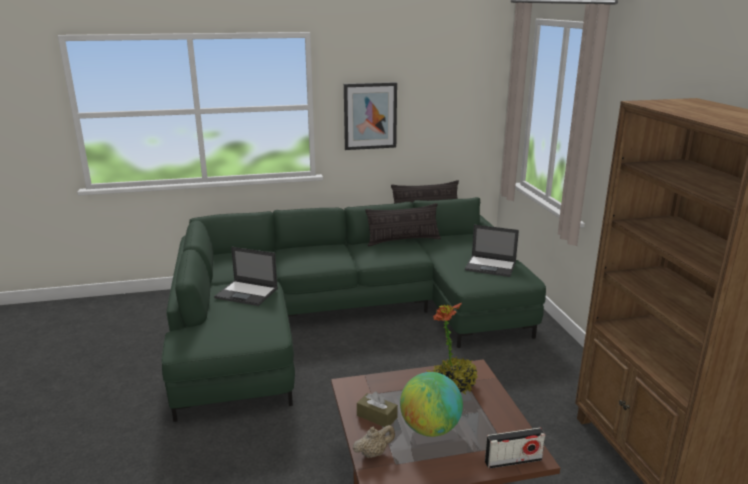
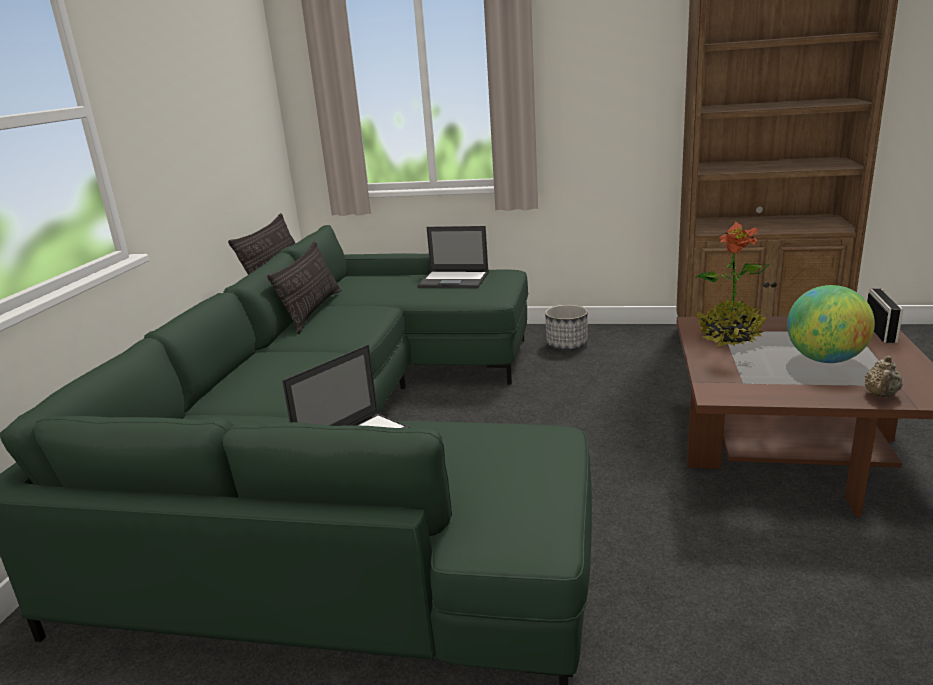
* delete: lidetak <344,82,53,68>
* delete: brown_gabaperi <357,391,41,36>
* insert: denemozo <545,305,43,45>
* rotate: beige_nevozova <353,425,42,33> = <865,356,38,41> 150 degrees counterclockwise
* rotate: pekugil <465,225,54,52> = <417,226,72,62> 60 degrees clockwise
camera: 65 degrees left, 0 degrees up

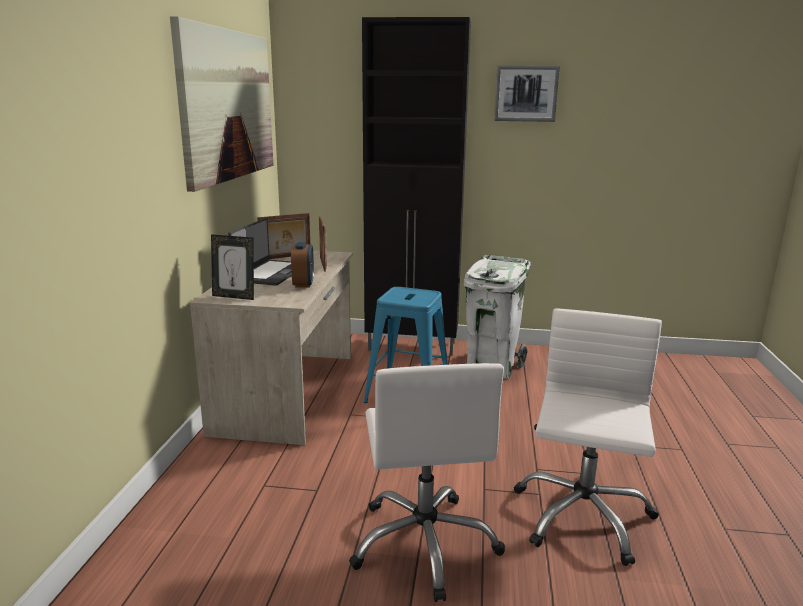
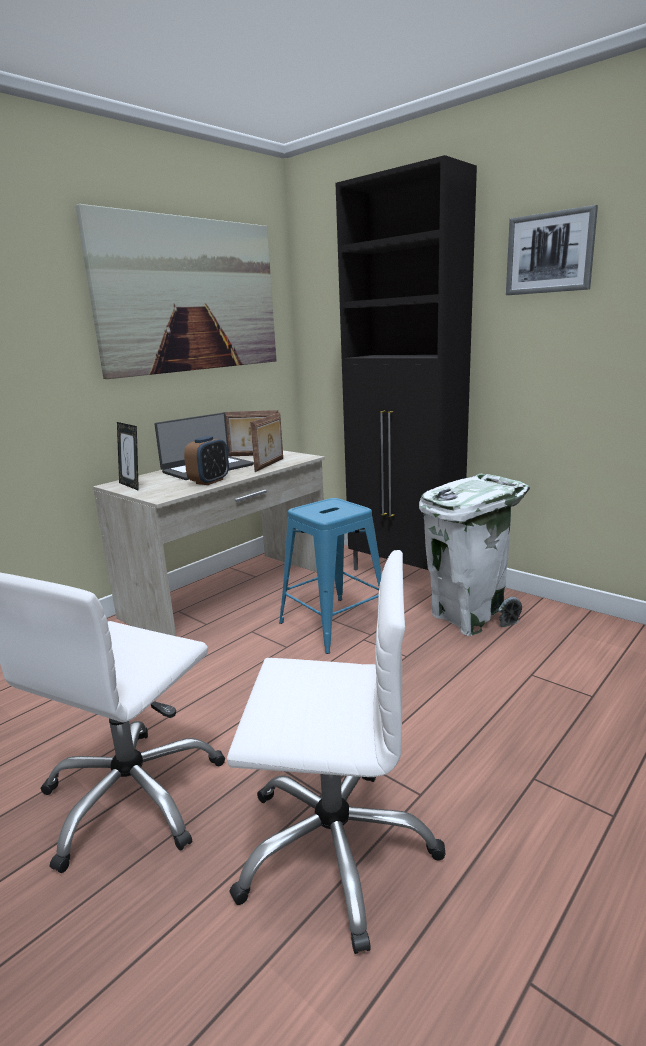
* rotate: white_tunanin <514,308,148,258> = <227,550,219,404> 45 degrees clockwise
camera: 35 degrees right, 0 degrees up

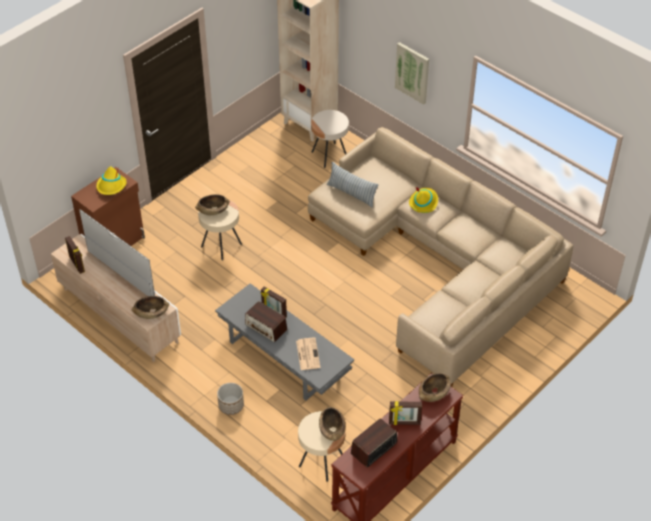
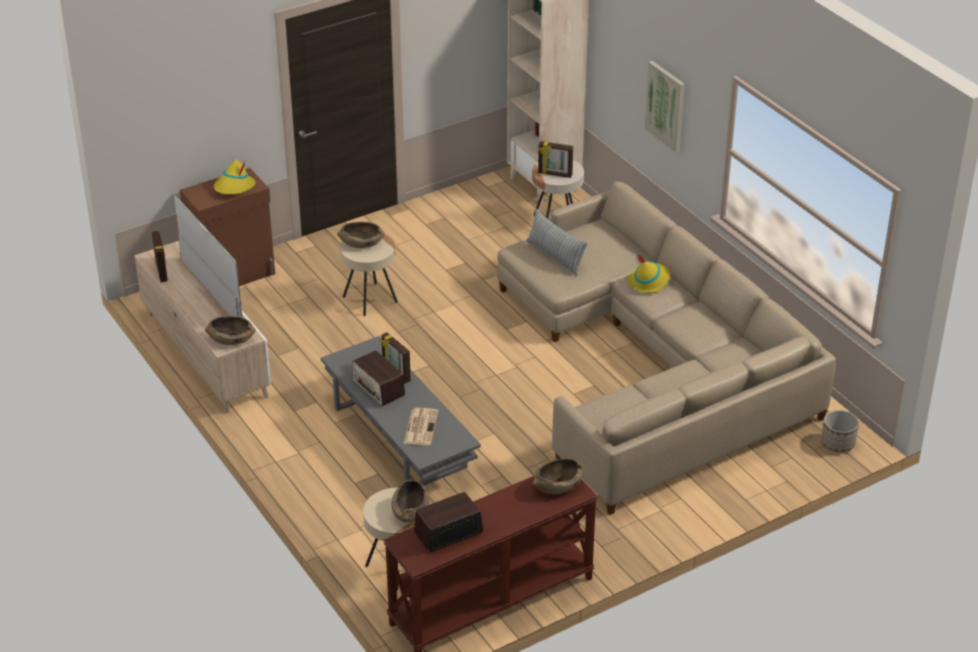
* move: denemozo <217,383,27,32> to <821,410,38,42>
* move: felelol <389,401,33,24> to <538,141,35,37>
camera: 15 degrees right, 10 degrees down

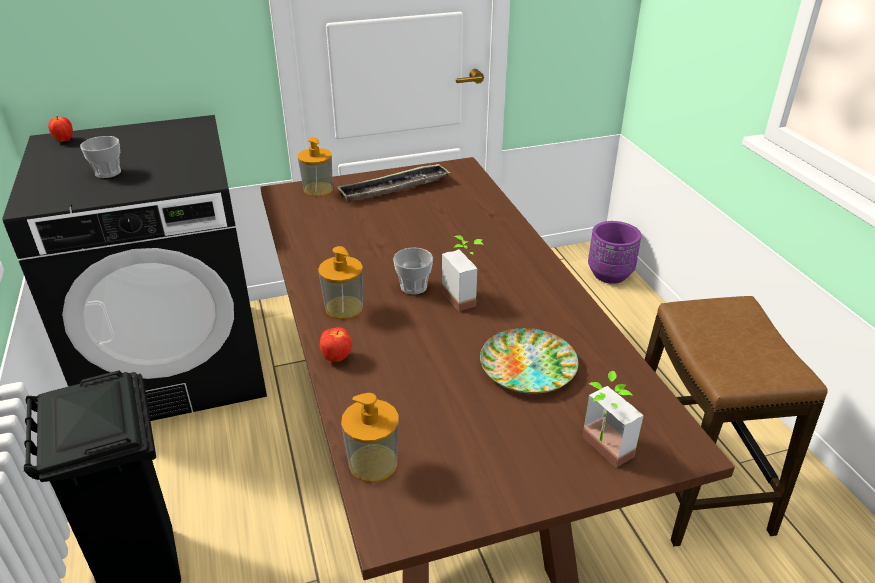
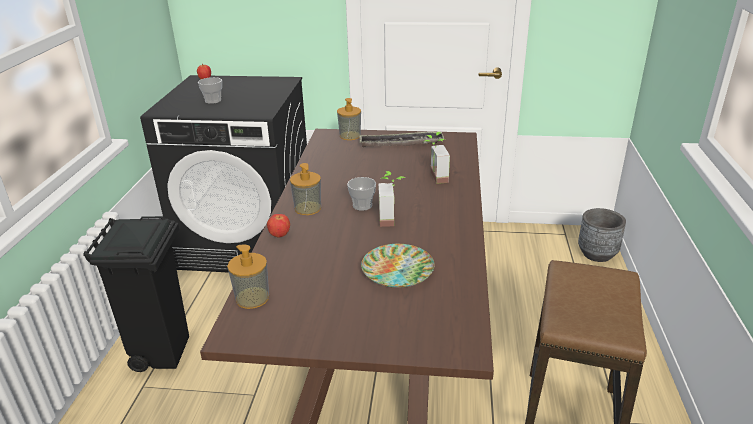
* move: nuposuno <582,371,62,96> to <425,132,25,52>
* recolor: purple_denemozo <588,221,53,63> to grey_denemozo <578,208,48,54>
camera: 25 degrees right, 5 degrees down

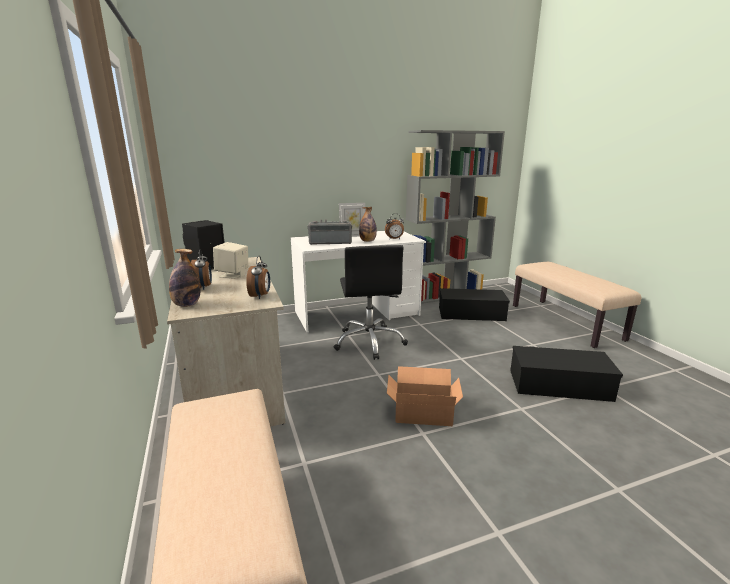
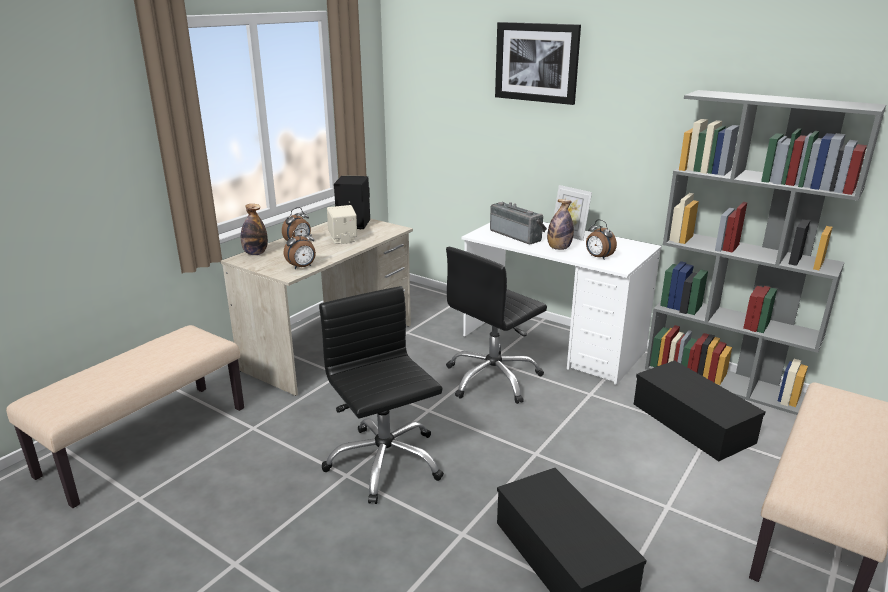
* insert: lidetak <495,22,86,83>
* replace: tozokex <387,366,76,60> to black_tunanin <319,286,125,218>
camera: 55 degrees right, 5 degrees up

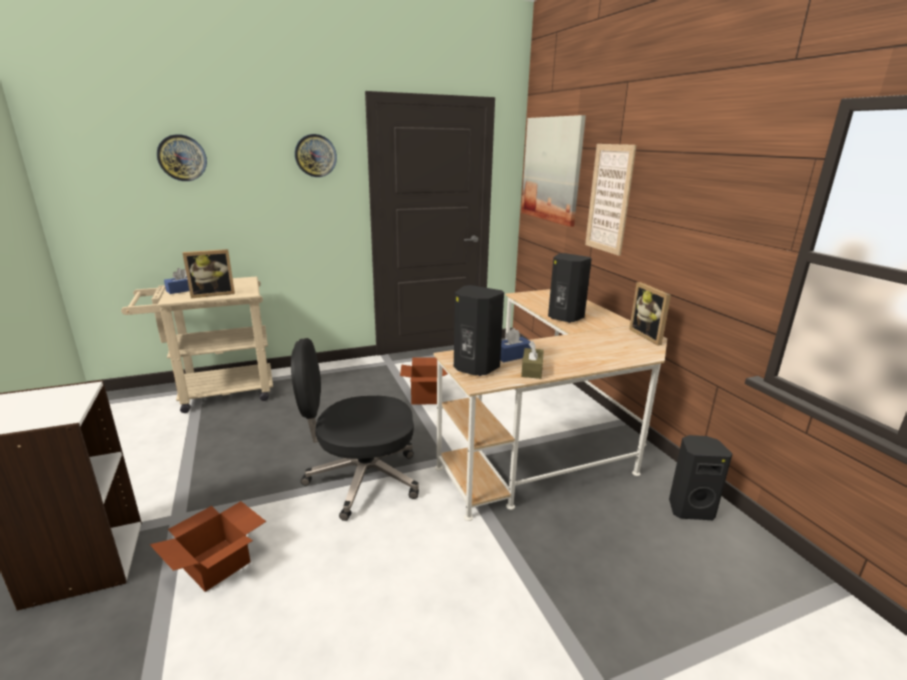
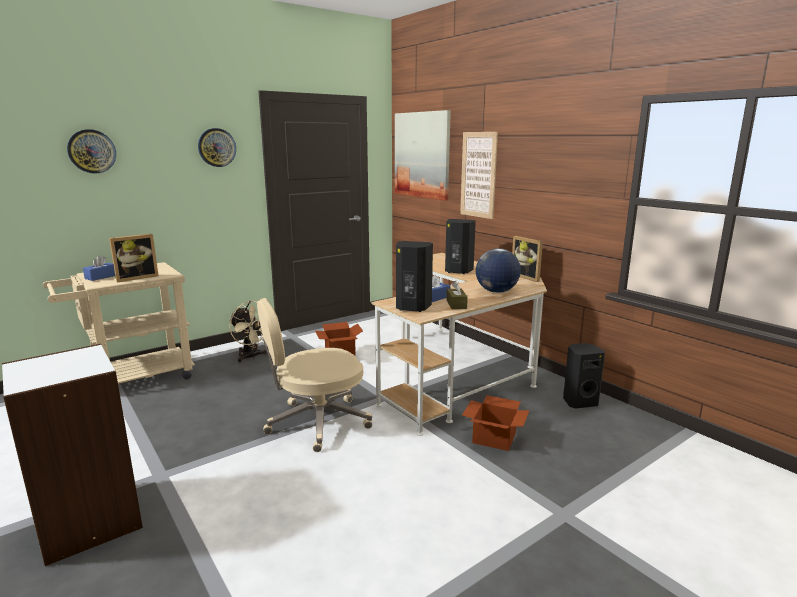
* insert: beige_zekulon <230,301,37,62>
* insert: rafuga <476,248,45,45>
* move: tozokex <150,501,116,91> to <462,395,67,56>
* recolor: black_tunanin <291,338,128,183> to beige_tunanin <257,298,115,154>
camera: 15 degrees left, 5 degrees down

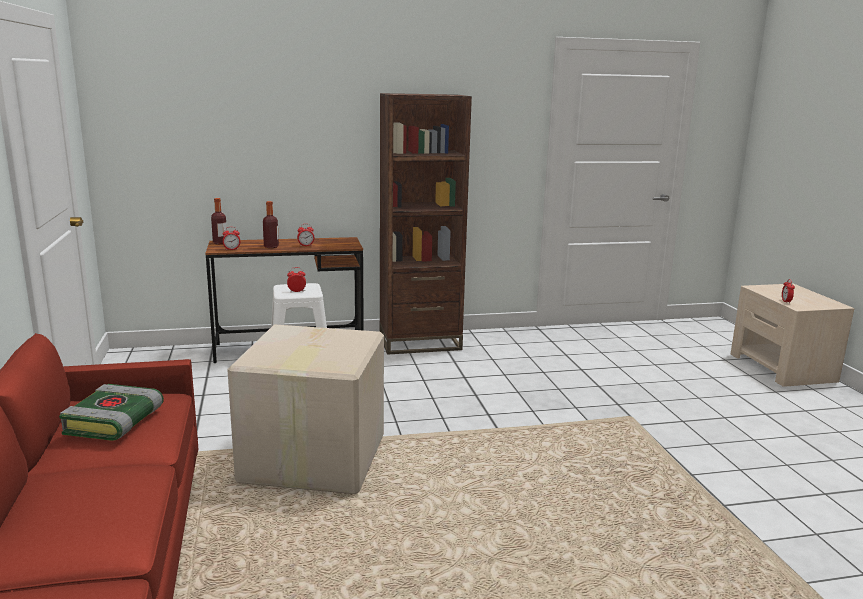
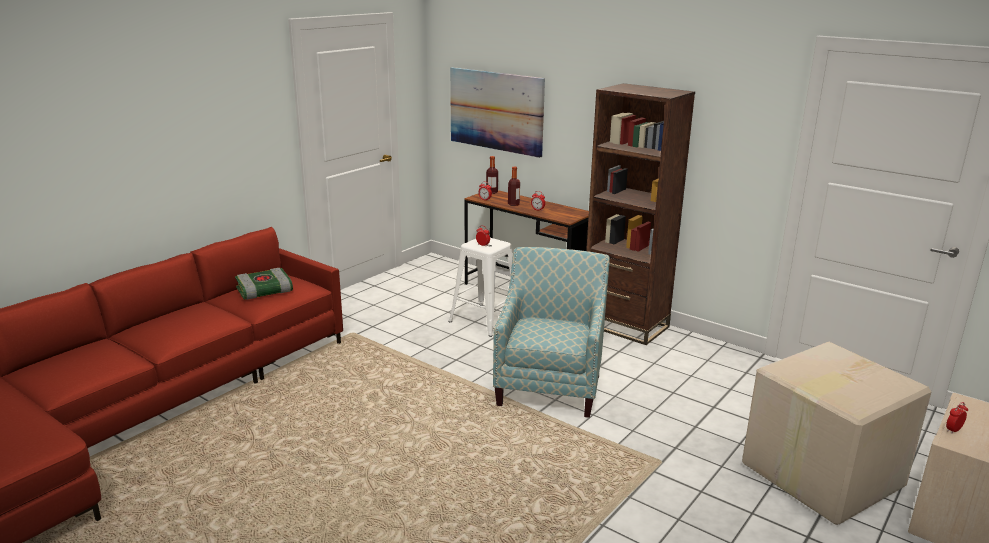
* insert: lidetak <450,67,95,91>
* insert: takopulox <493,247,117,171>
* move: tozokex <227,324,157,170> to <742,342,189,183>
camera: 50 degrees right, 5 degrees up

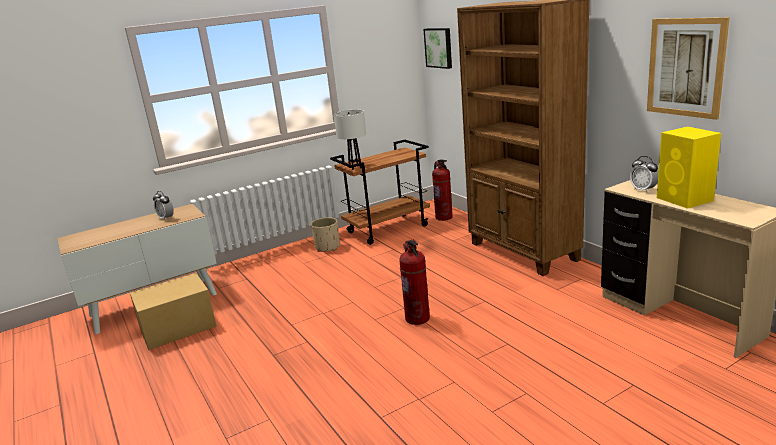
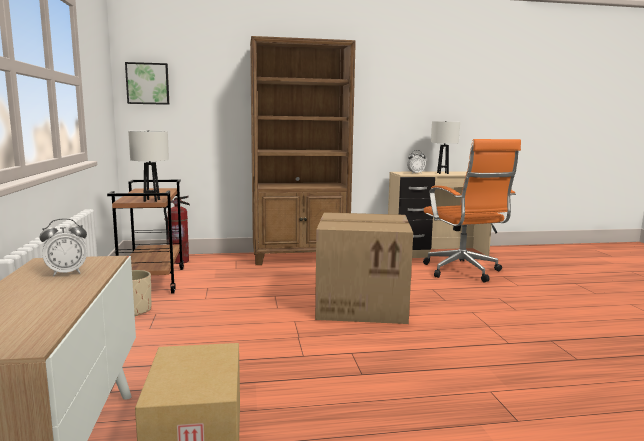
* delete: lidetak <647,17,83,103>
* insert: orange_tunanin <423,139,98,143>
* replace: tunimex <399,239,31,86> to tozokex <315,212,98,112>
* replace: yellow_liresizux <657,127,64,82> to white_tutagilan <431,121,29,53>
camera: 70 degrees left, 10 degrees down

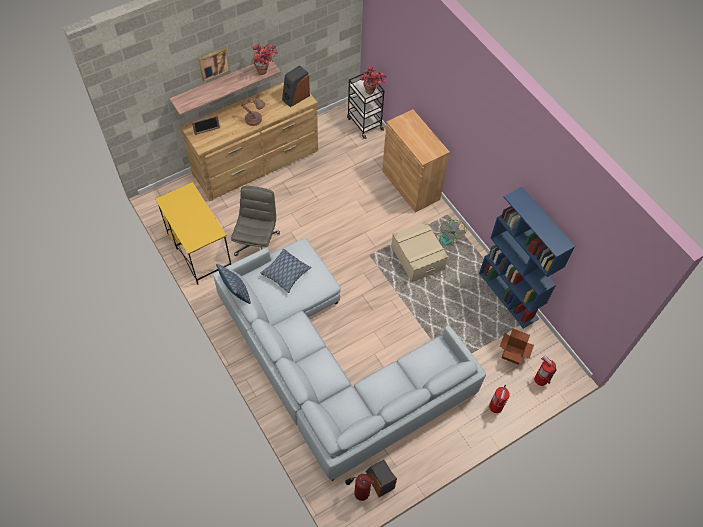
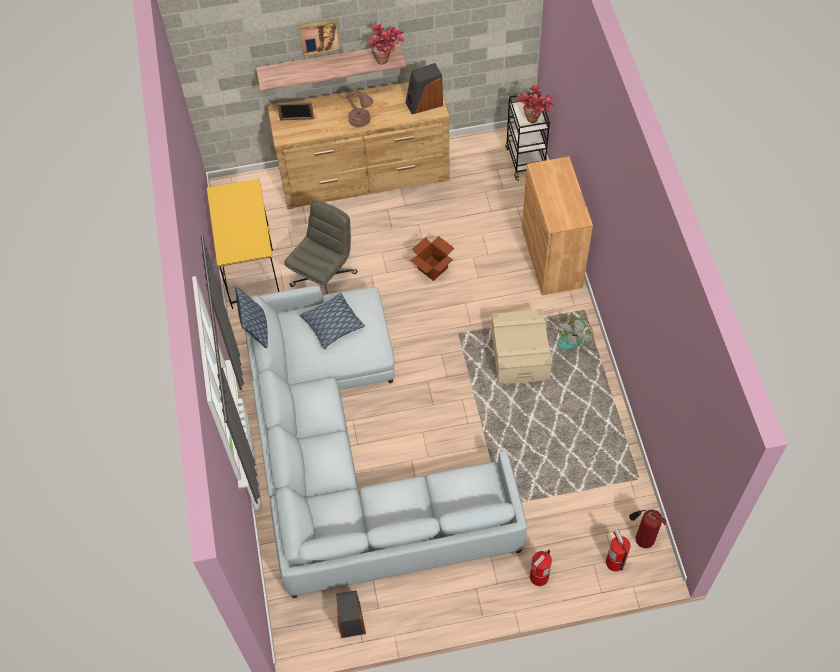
* delete: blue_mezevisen <479,187,96,141>
* move: tunimex <345,474,29,27> to <629,509,38,40>
* move: tozokex <500,329,34,36> to <410,236,45,45>
camera: 25 degrees right, 0 degrees up

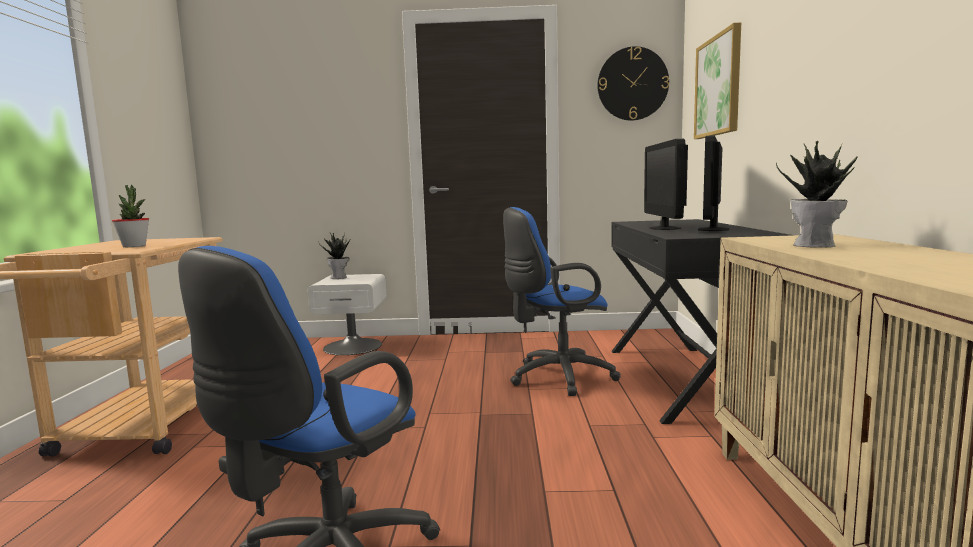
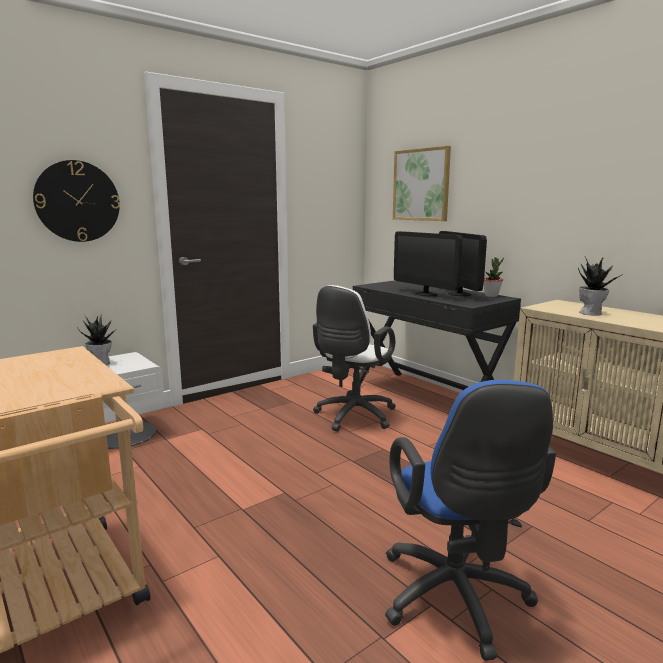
* move: nuposuno <112,185,37,62> to <483,257,21,40>
* move: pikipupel <597,46,72,75> to <33,160,87,82>
* recolor: blue_tunanin <503,207,118,189> to white_tunanin <313,285,83,147>
camera: 40 degrees left, 5 degrees up

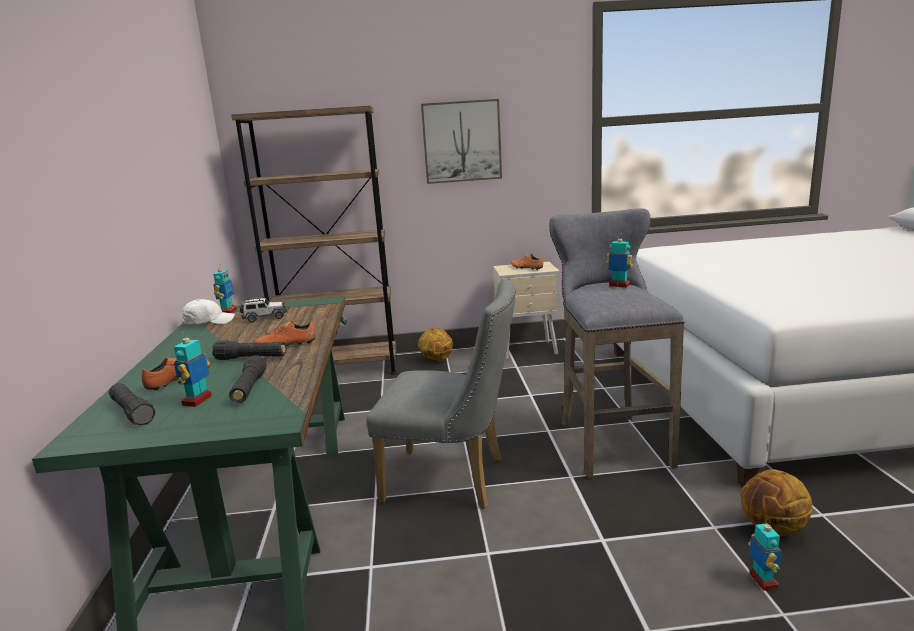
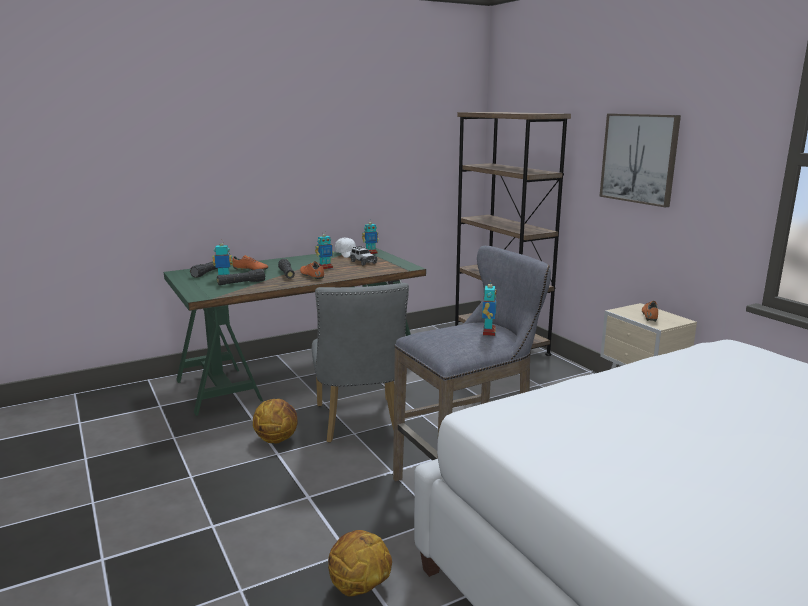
* move: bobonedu <418,328,35,34> to <253,399,44,45>
* move: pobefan <748,519,34,72> to <315,231,19,38>
camera: 65 degrees right, 0 degrees up

